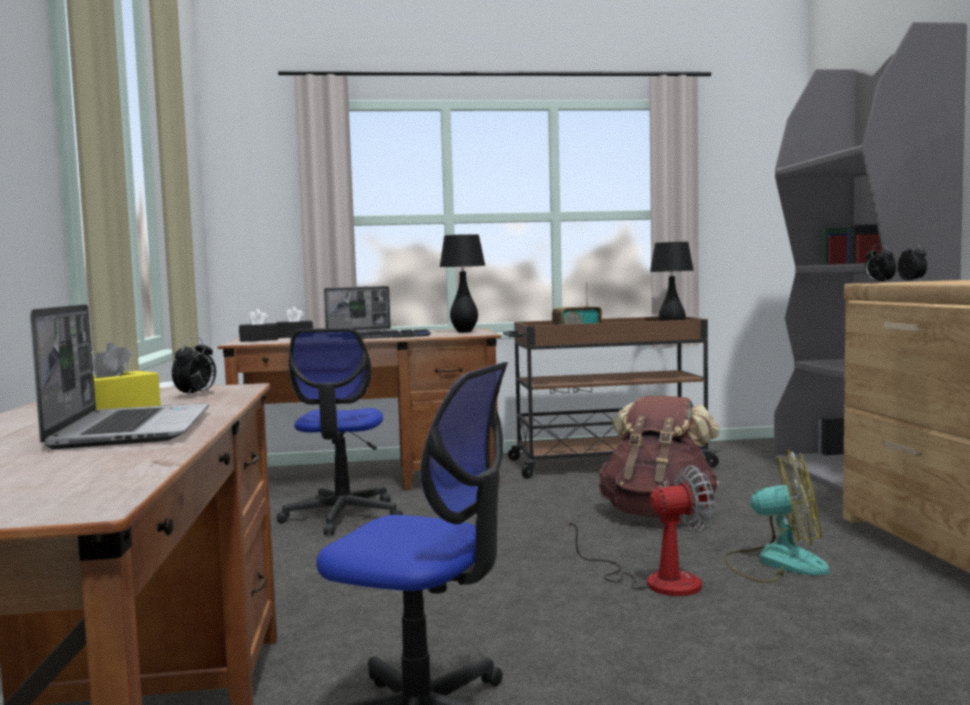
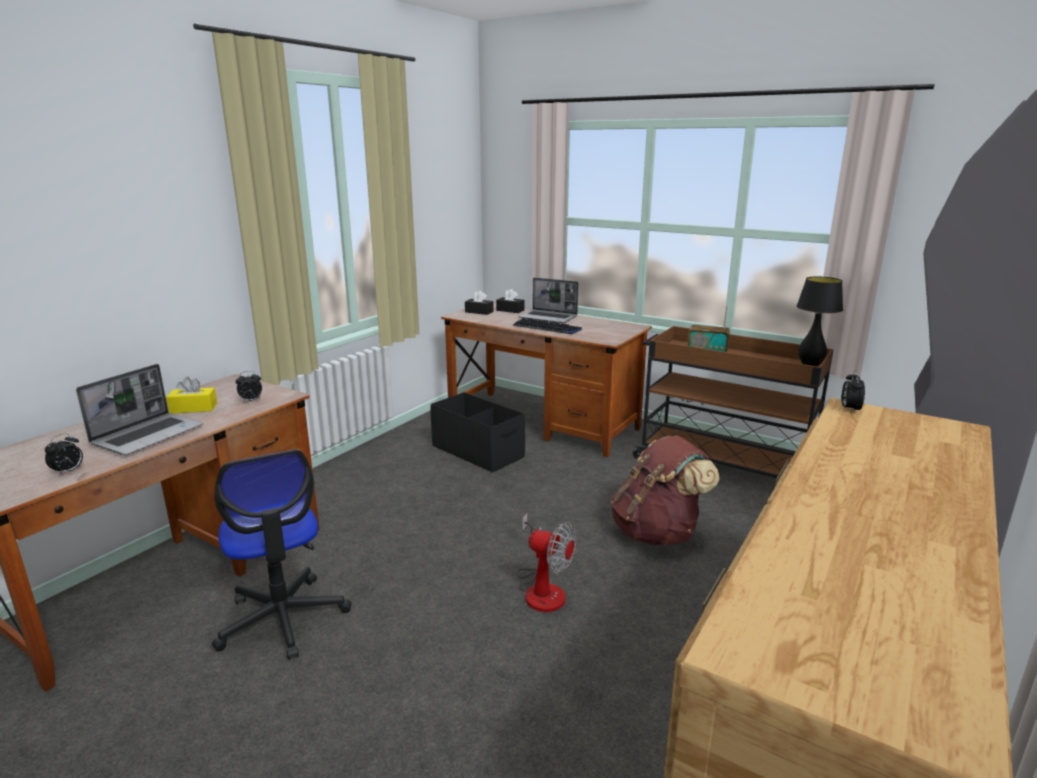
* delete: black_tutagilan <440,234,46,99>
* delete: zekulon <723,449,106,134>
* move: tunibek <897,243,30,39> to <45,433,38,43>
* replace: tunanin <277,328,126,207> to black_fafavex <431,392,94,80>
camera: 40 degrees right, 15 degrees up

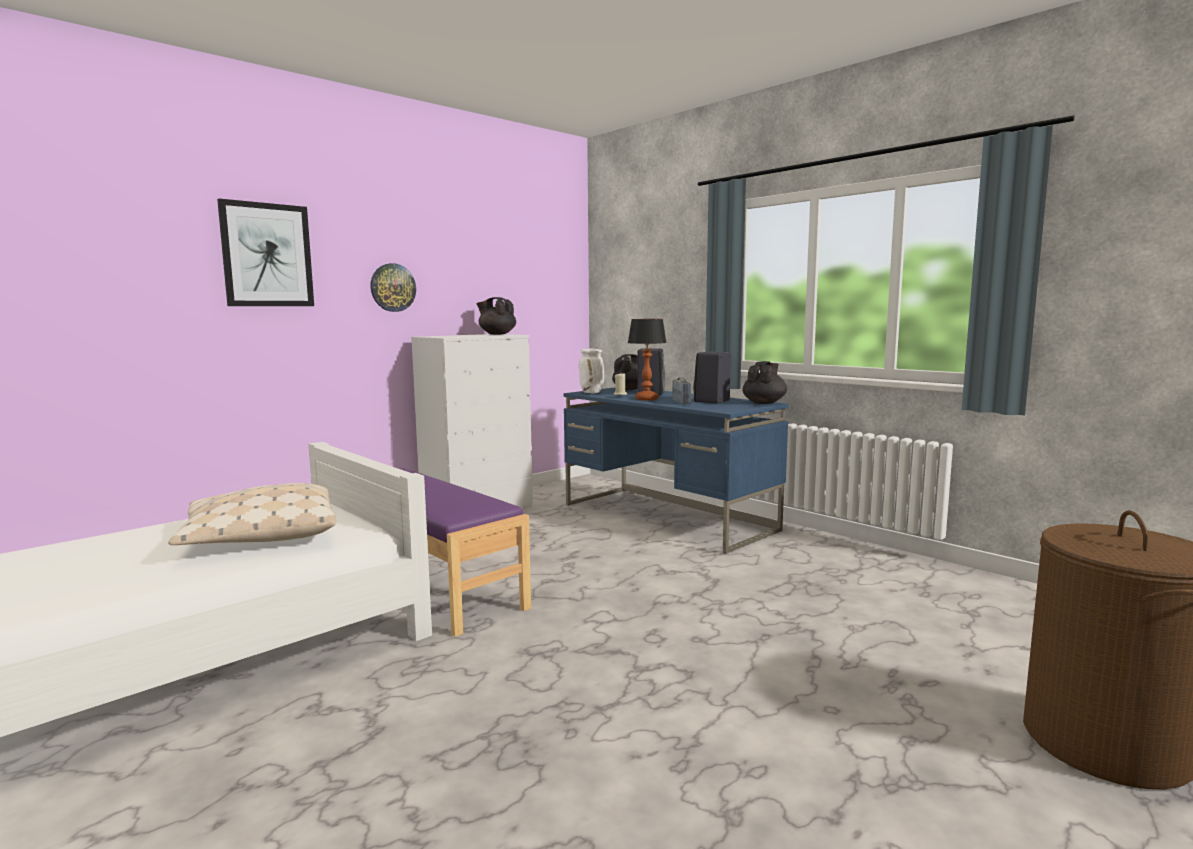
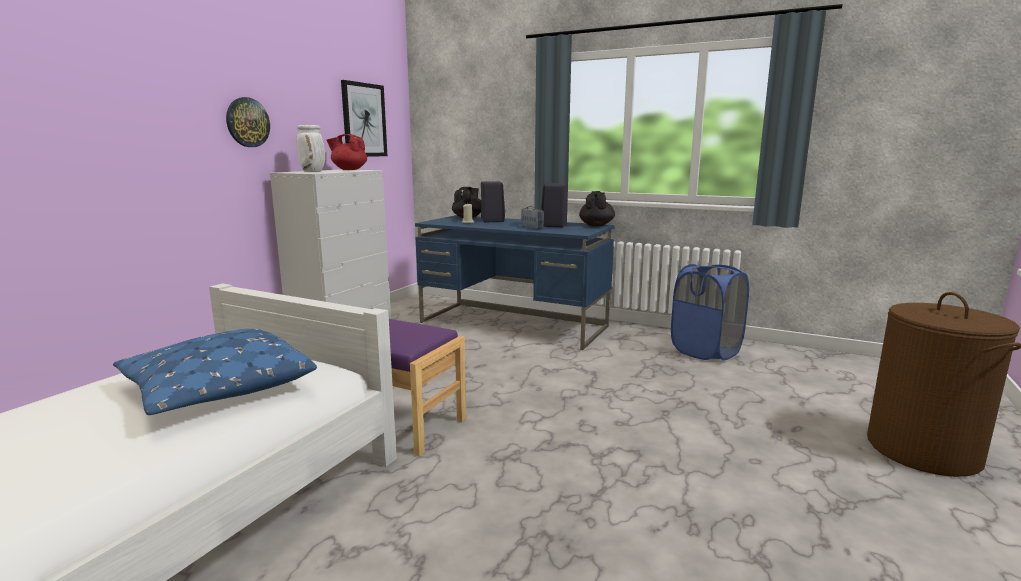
* delete: tutagilan <628,319,39,81>
* insert: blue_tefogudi <671,264,78,97>
* move: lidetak <217,199,97,107> to <341,80,46,77>
* move: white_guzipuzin <579,349,25,44> to <296,125,29,47>
* recolor: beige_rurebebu <168,483,168,62> to blue_rurebebu <113,329,204,86>
* recolor: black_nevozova <476,297,40,38> to red_nevozova <326,134,41,36>
camera: 20 degrees left, 5 degrees up

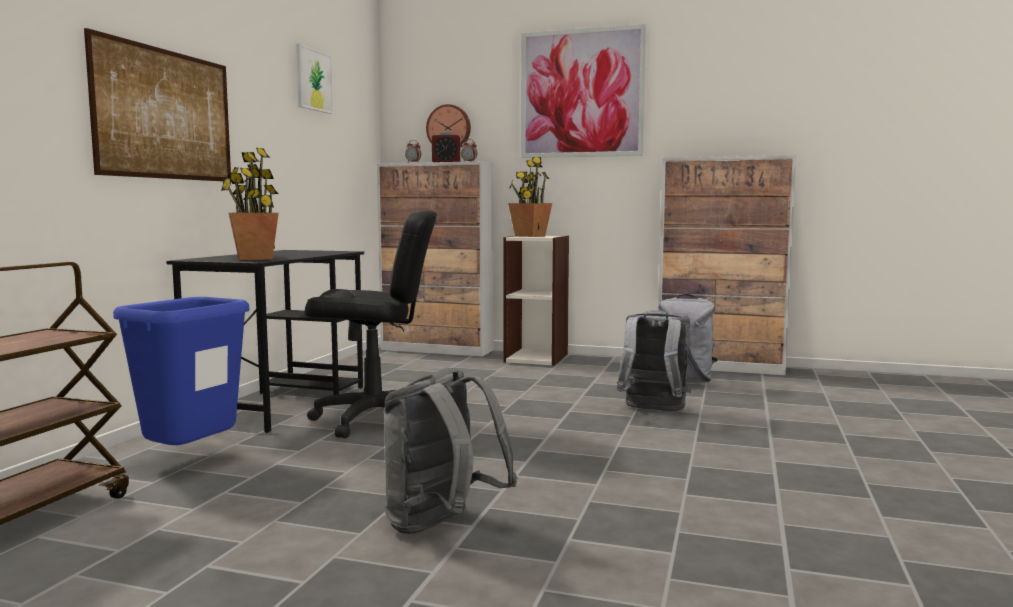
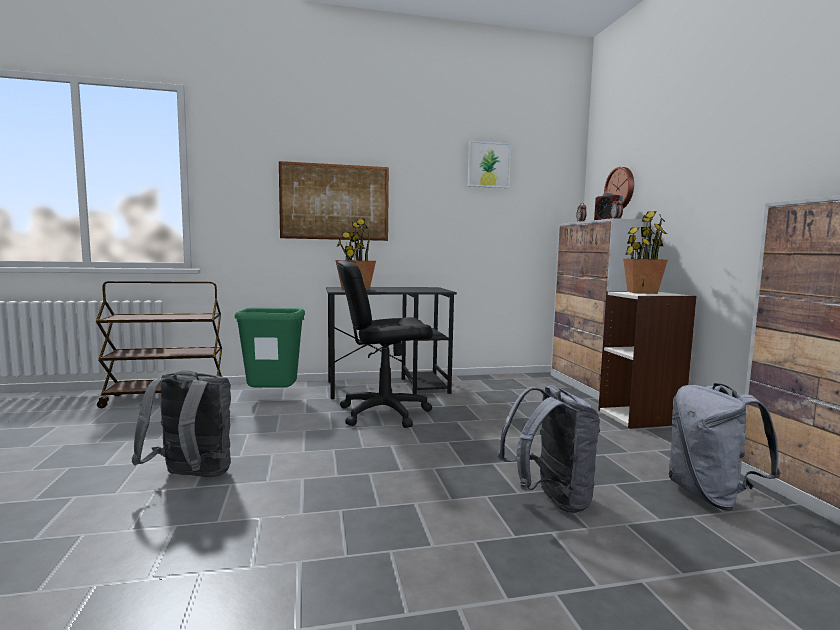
* delete: lidetak <521,24,125,134>
* recolor: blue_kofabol <113,297,137,148> to green_kofabol <235,308,70,80>
* rotate: black_tunanin <305,210,132,228> = <337,260,96,168> 105 degrees clockwise
camera: 60 degrees right, 0 degrees up

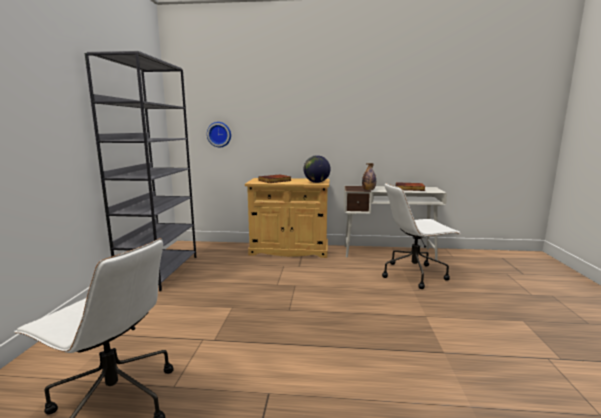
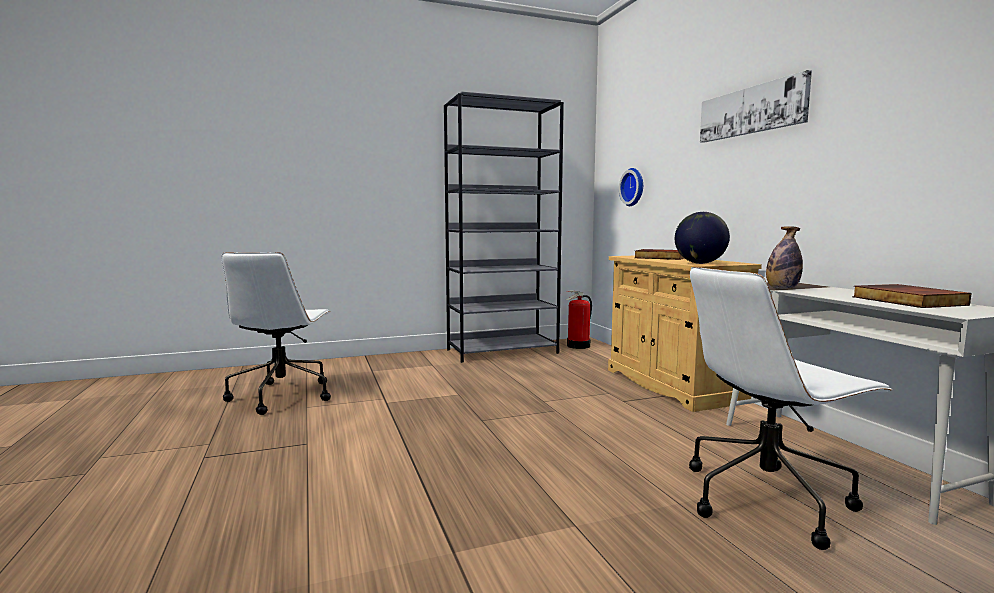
* insert: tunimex <565,291,27,58>
* insert: lidetak <700,70,112,73>
* rotate: white_tunanin <382,183,79,106> = <689,267,204,283> 75 degrees counterclockwise
camera: 65 degrees right, 5 degrees down

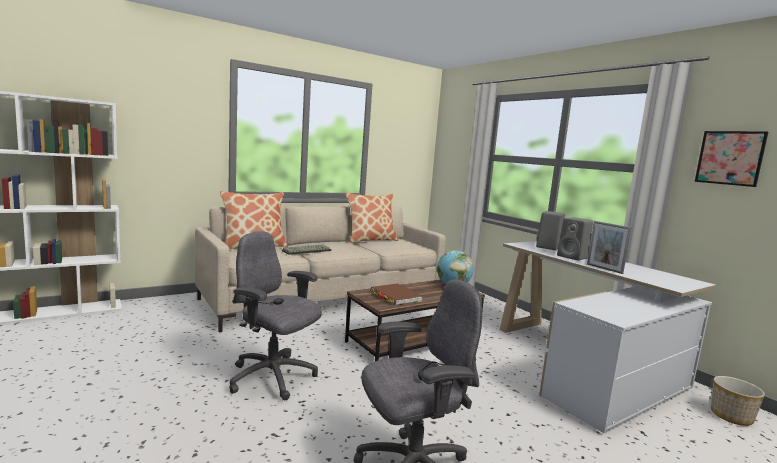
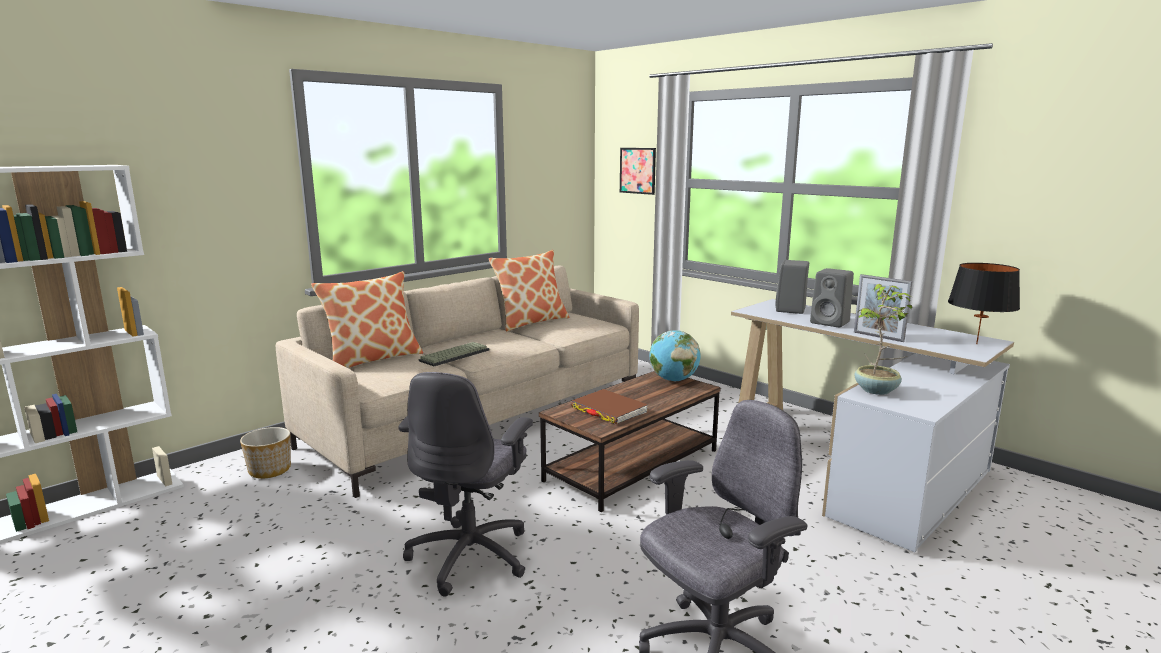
* insert: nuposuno <854,284,58,111>
* insert: black_tutagilan <948,263,72,81>
* move: lidetak <695,131,73,56> to <620,148,36,47>
* move: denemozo <711,376,54,50> to <240,427,51,52>
* rotate: grey_tunanin <229,231,93,169> = <398,372,135,225> 90 degrees counterclockwise
camera: 10 degrees left, 5 degrees up

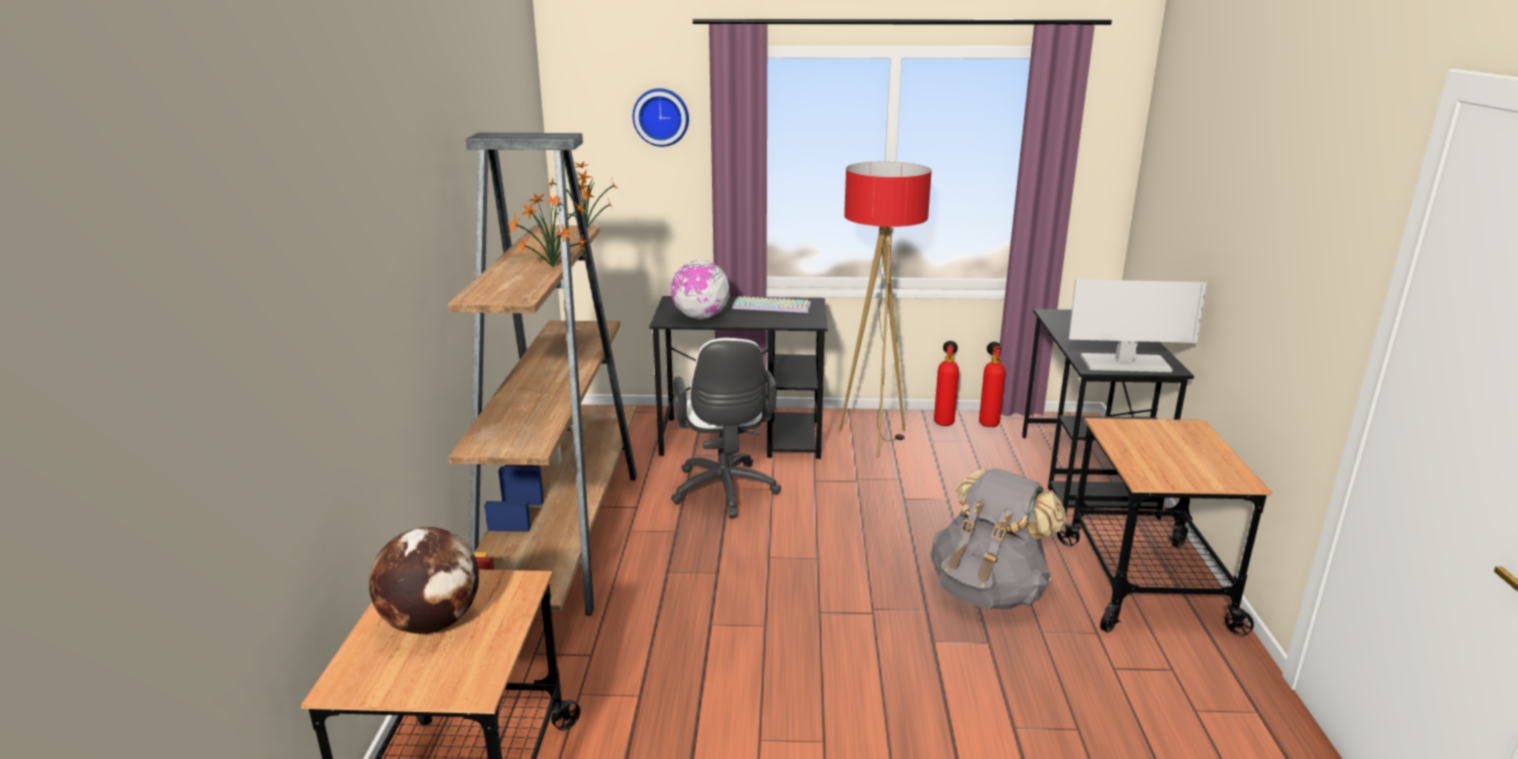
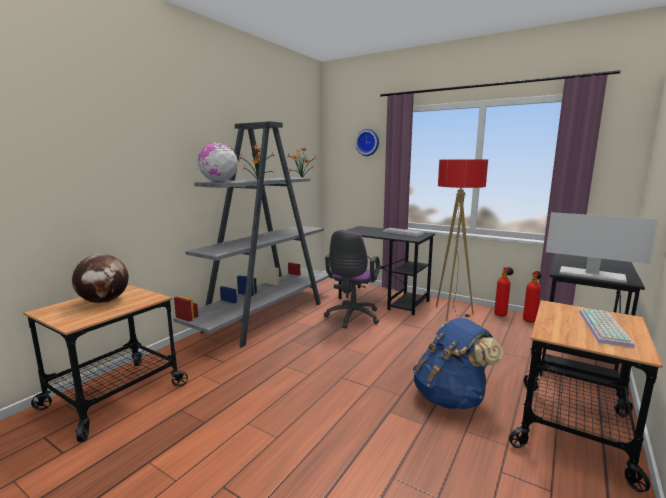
* insert: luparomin <579,309,56,39>
* move: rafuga <671,260,58,59> to <198,143,40,39>
* recolor: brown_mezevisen <448,133,189,483> to grey_mezevisen <173,121,156,227>
* recolor: white_tunanin <671,338,110,180> to purple_tunanin <324,230,56,98>
* recolor: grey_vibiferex <930,468,136,141> to blue_vibiferex <413,318,90,92>
camera: 30 degrees right, 10 degrees down

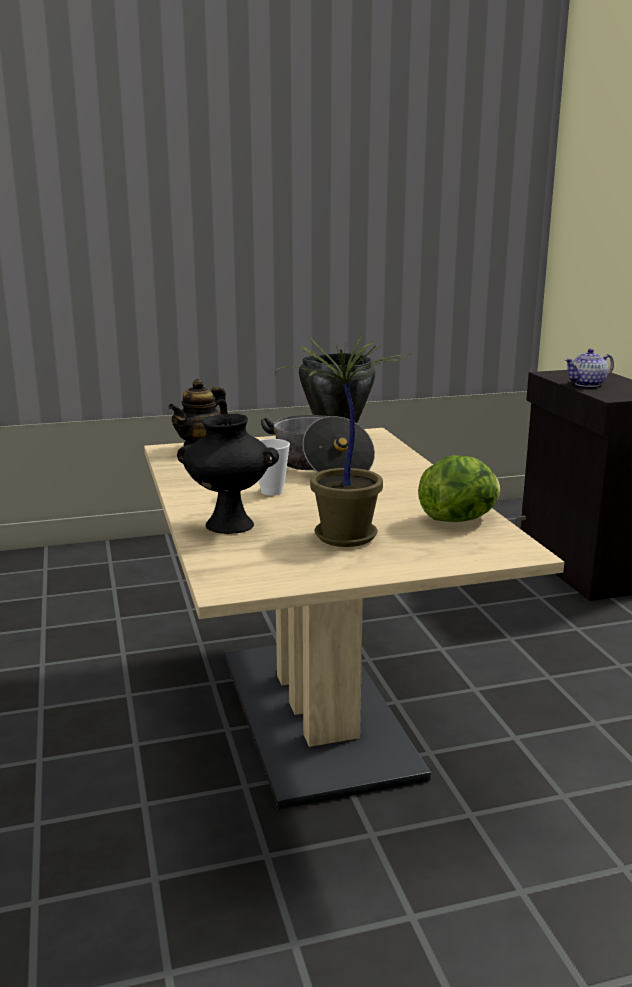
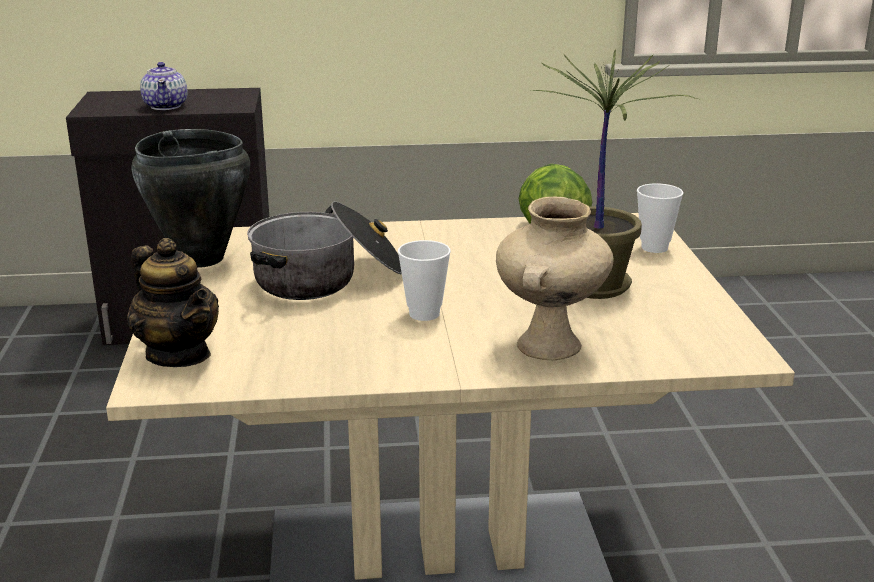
* insert: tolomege <637,183,46,70>
* recolor: black_guzipuzin <177,414,102,120> to beige_guzipuzin <496,197,118,163>
camera: 80 degrees left, 5 degrees up

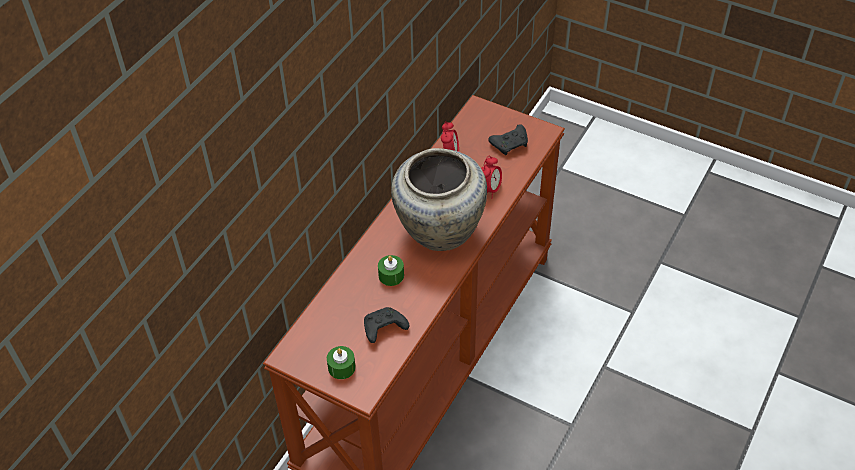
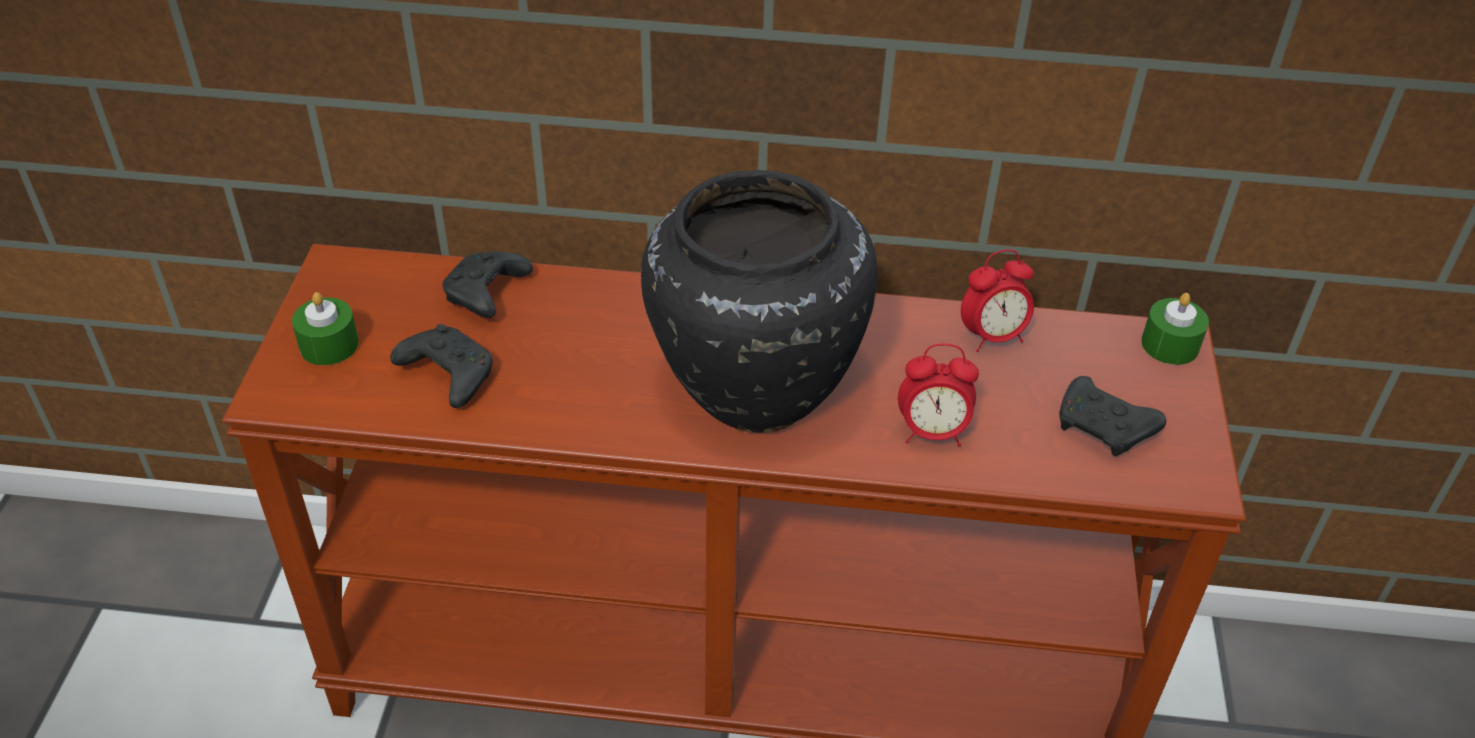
* insert: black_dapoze <443,251,90,67>
* move: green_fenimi <378,255,26,31> to <1141,293,68,72>
* recolor: beige_guzipuzin <391,148,96,103> to black_guzipuzin <641,170,237,263>
camera: 65 degrees right, 5 degrees down

